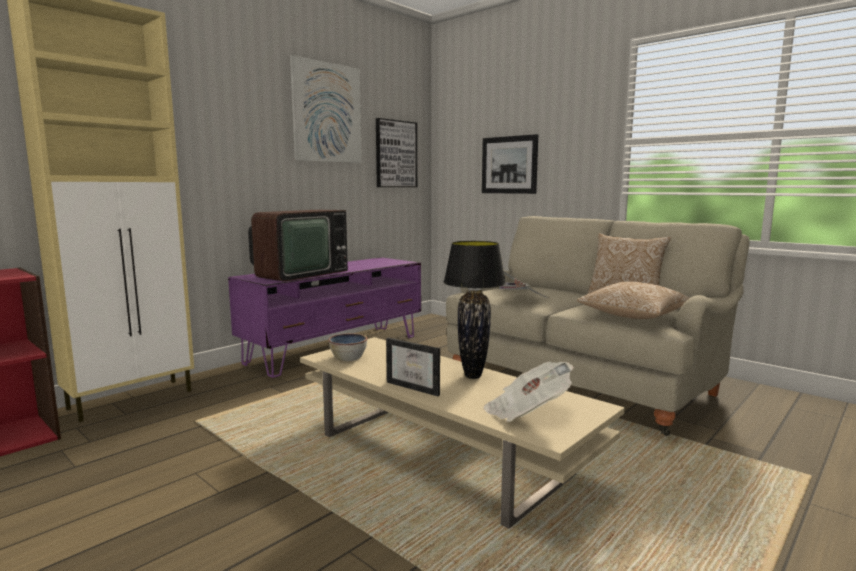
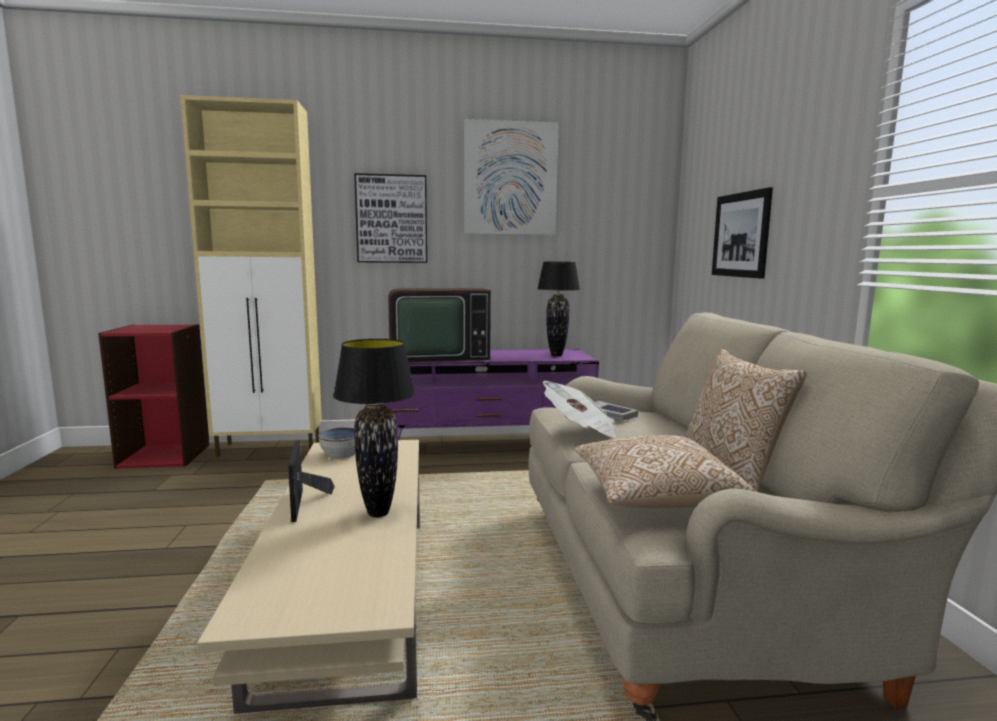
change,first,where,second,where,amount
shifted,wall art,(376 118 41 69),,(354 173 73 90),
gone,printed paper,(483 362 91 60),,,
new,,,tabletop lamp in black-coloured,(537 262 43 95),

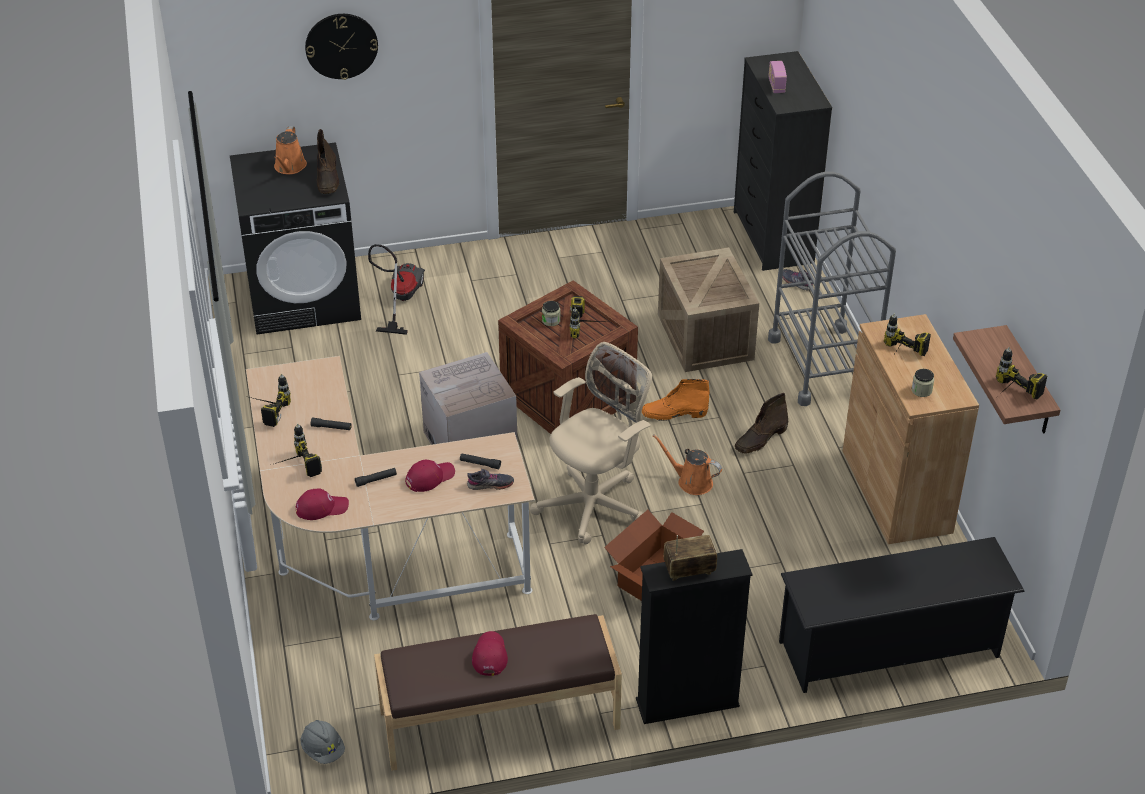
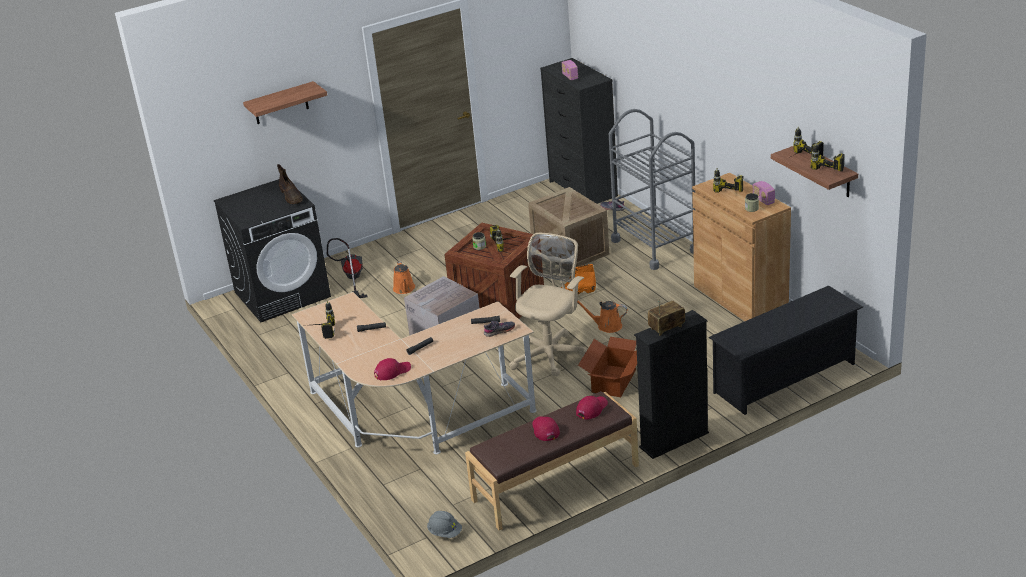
change,first,where,second,where,amount
shifted,sprinkling can in orange-coloured,(274 126 33 48),,(393 261 22 33),
shifted,power drill,(275 423 47 54),,(793 127 31 29),
swapped,clock on the wall,(305 14 73 66),wall shelf,(243 81 84 43),
shifted,cap in red-coloured,(405 460 50 32),,(576 396 32 24),
gone,boot in brown,(735 393 53 61),,,
new,,,radio receiver,(753 181 22 24),

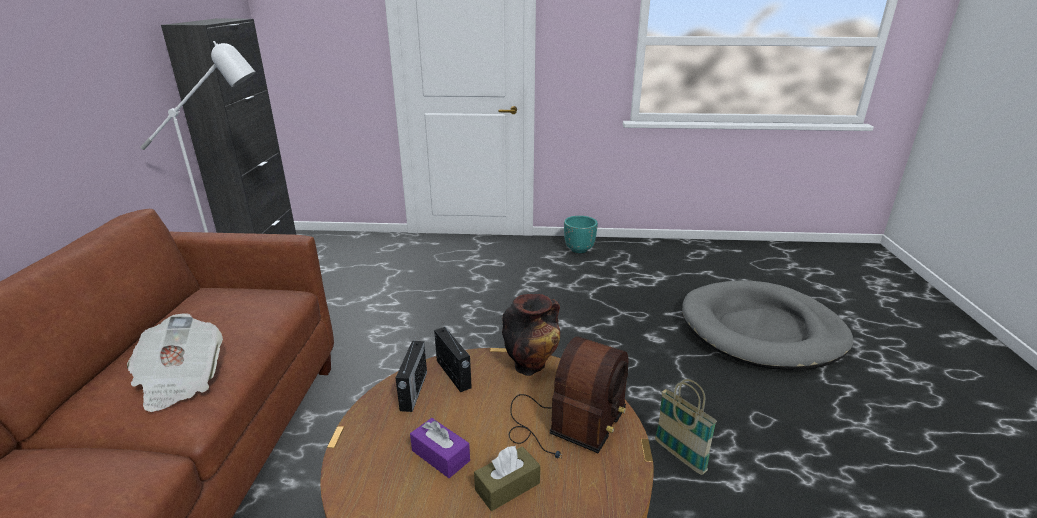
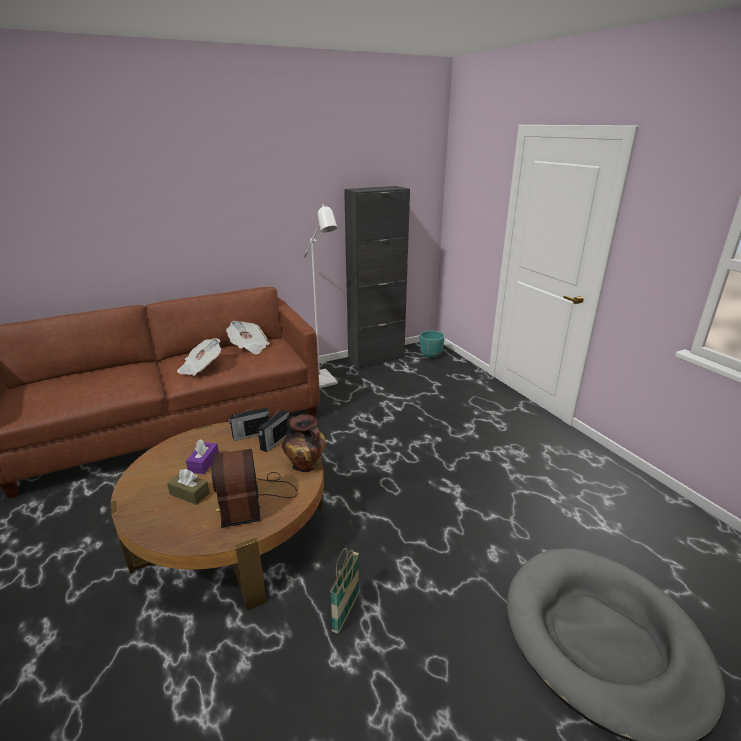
change,first,where,second,where,amount
rotated,radio receiver,(509 336 119 123),,(211 449 87 79),75 degrees clockwise
shifted,plant pot in turquoise,(564 216 34 37),,(420 331 25 27),
new,,,printed paper,(226 321 43 33),

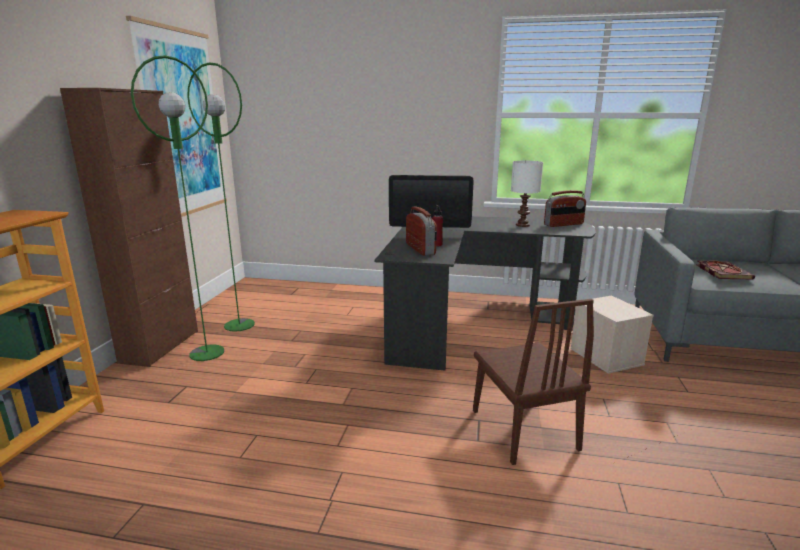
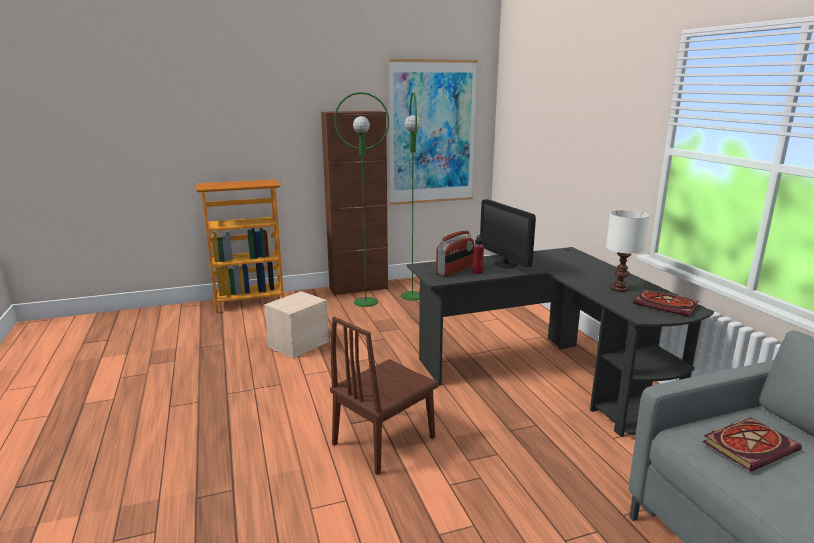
change,first,where,second,where,amount
swapped,radio receiver,(544 190 42 37),bound book,(633 289 66 28),
shifted,storage box in beige-coloured,(570 296 84 78),,(264 291 65 67),

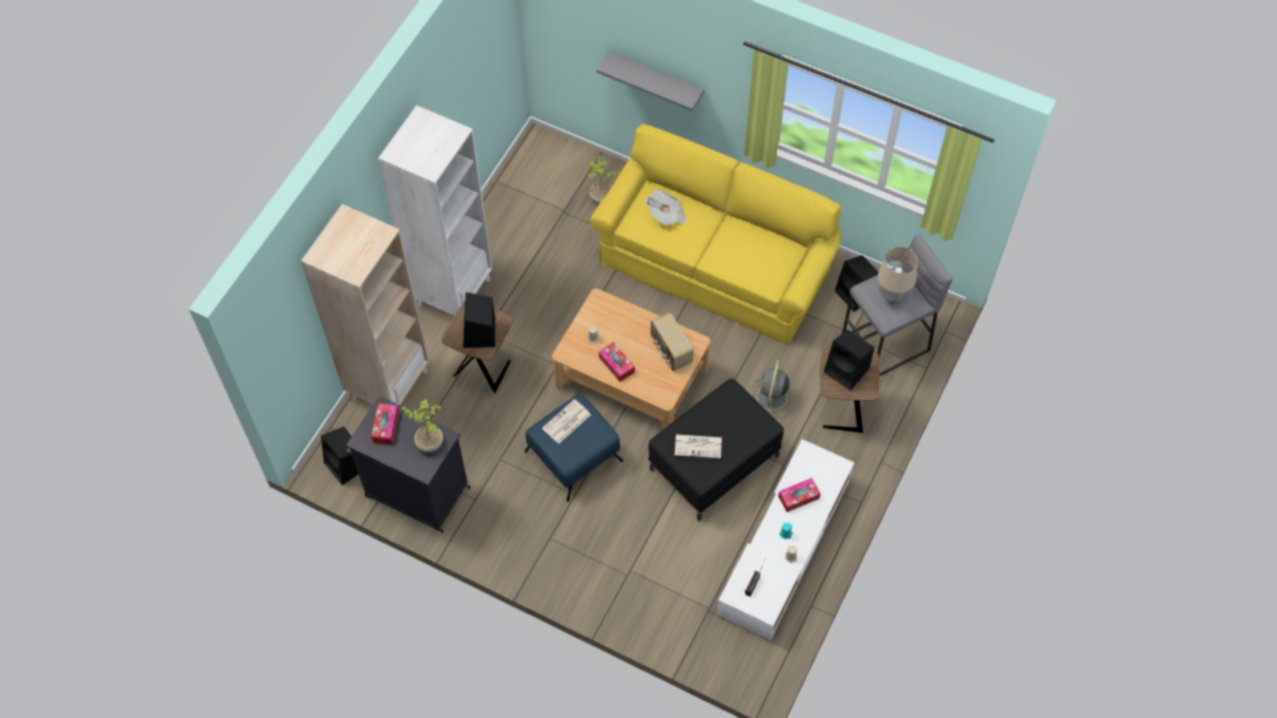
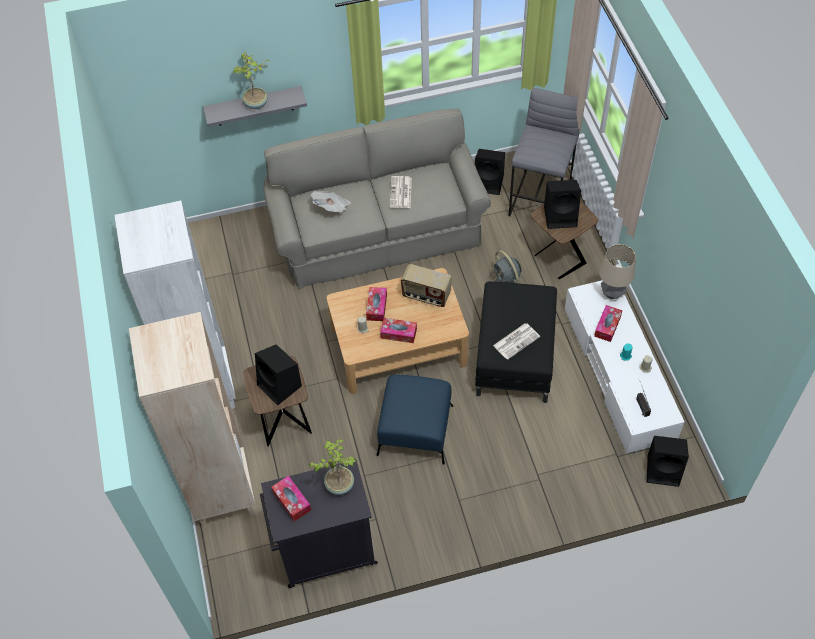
change,first,where,second,where,amount
shifted,loudspeaker in black-coloured,(321 427 37 58),,(647 436 42 51),
shifted,printed paper,(542 399 49 45),,(390 176 22 32),
shifted,potted plant,(587 155 34 48),,(233 52 36 57),
repainted,settee in yellow,(590 124 251 220),settee in greyish,(263 108 228 181),
shifted,tabletop lamp,(878 247 40 57),,(599 244 37 55),
new,,,tissue box,(366 287 21 34),

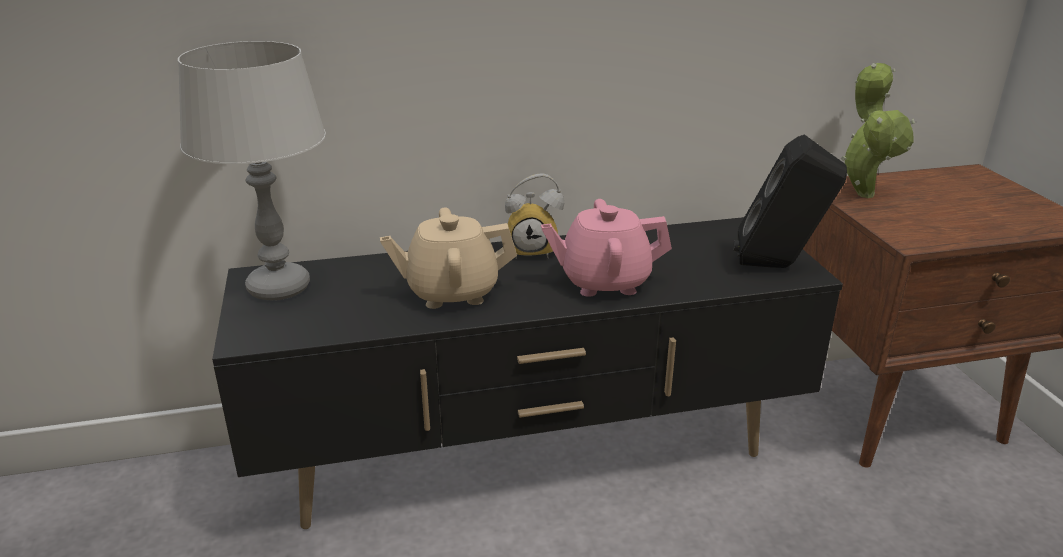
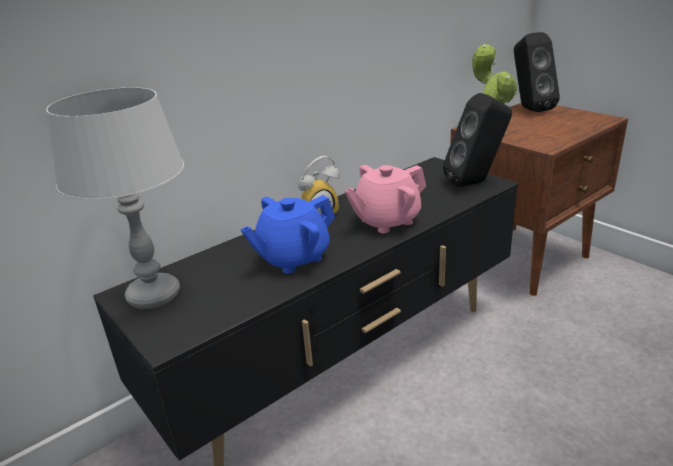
change,first,where,second,where,amount
repainted,pot for tea in beige-coloured,(380 207 137 102),pot for tea in blue,(240 195 95 78),
new,,,loudspeaker in black-coloured,(514 32 46 80),

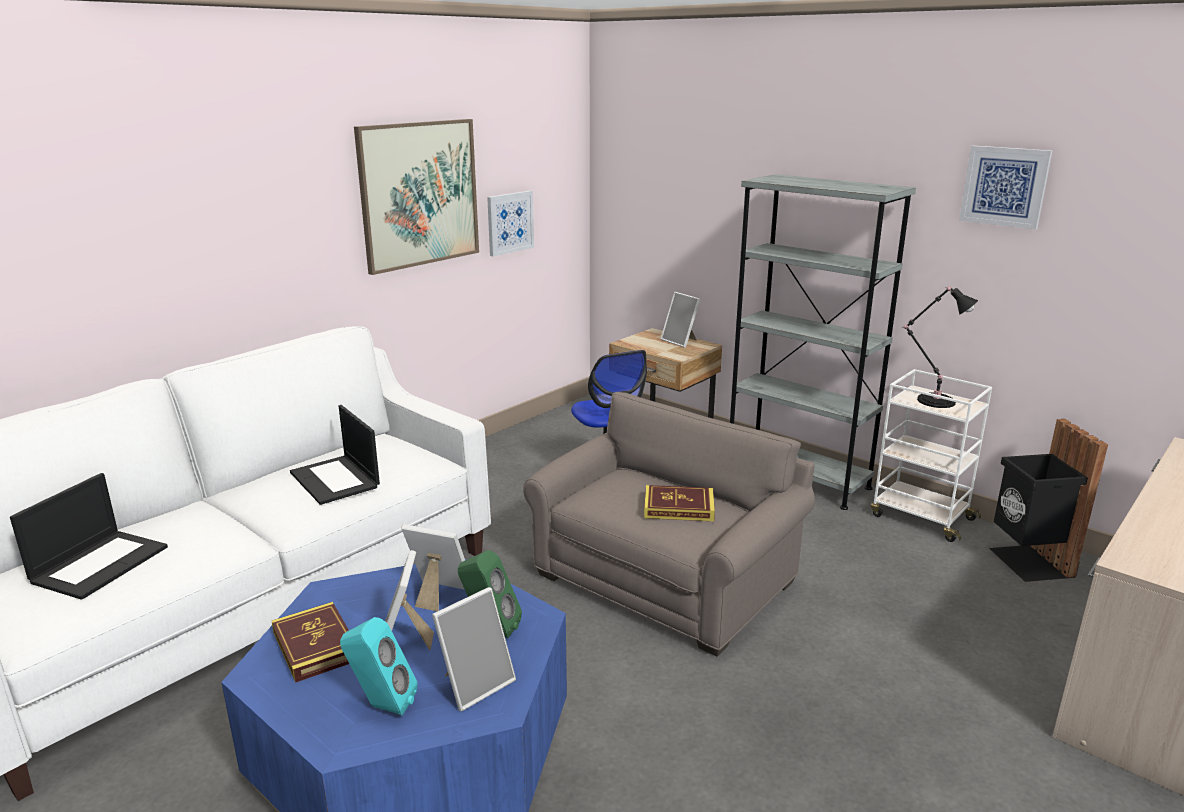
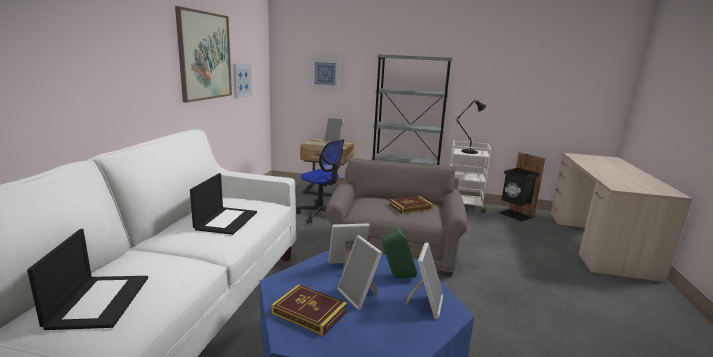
change,first,where,second,where,amount
rotated,laptop,(290 405 90 100),,(190 173 67 62),105 degrees counterclockwise
gone,loudspeaker in turquoise,(340 617 78 98),,,
shifted,wall art,(959 146 93 83),,(311 58 29 31),

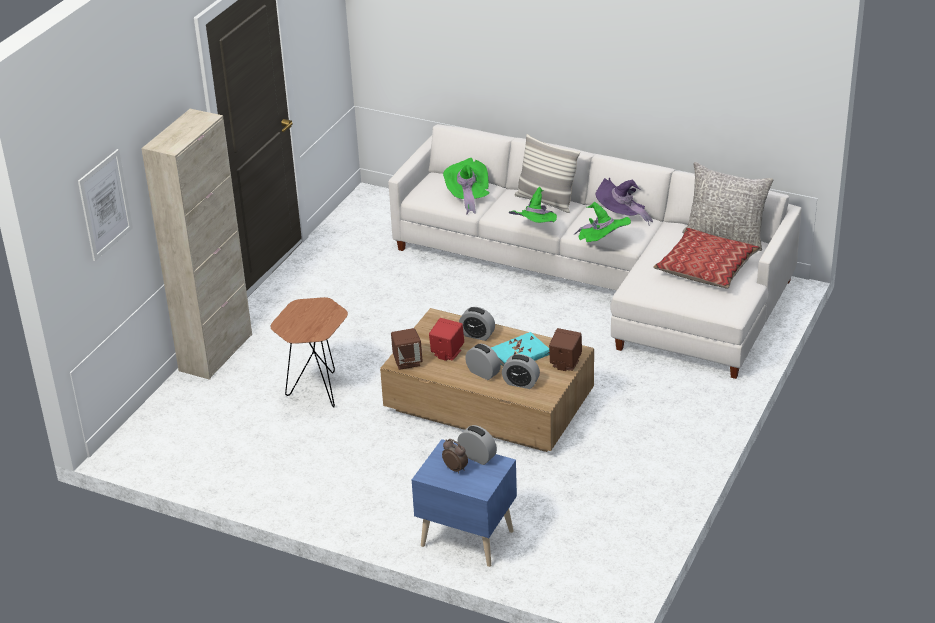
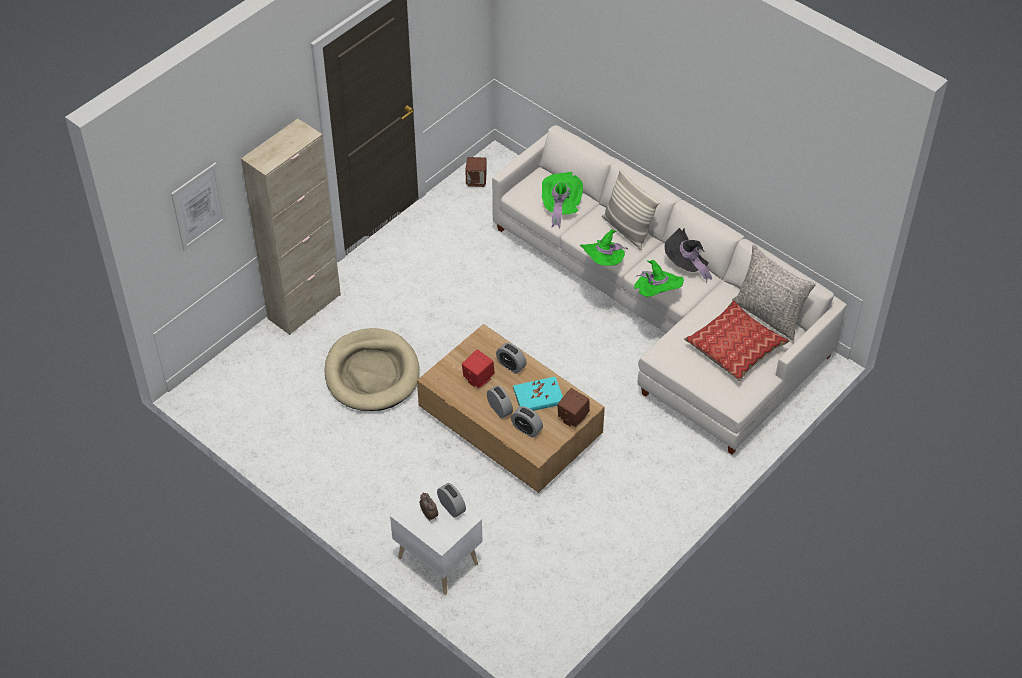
change,first,where,second,where,amount
swapped,side table in brown,(271 297 77 110),dog bed in beige-coloured,(324 328 96 83),
shifted,loudspeaker in brown,(391 328 32 42),,(466 157 20 30),
repainted,nightstand in blue,(412 439 105 128),nightstand in white,(390 480 92 115),
repainted,hat in purplish,(595 178 58 46),hat in black-coloured,(665 228 47 55),

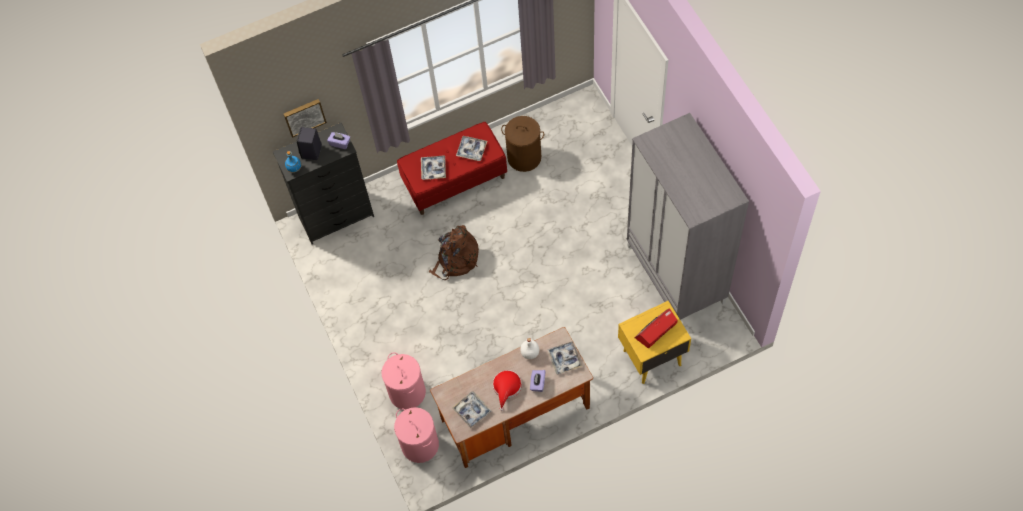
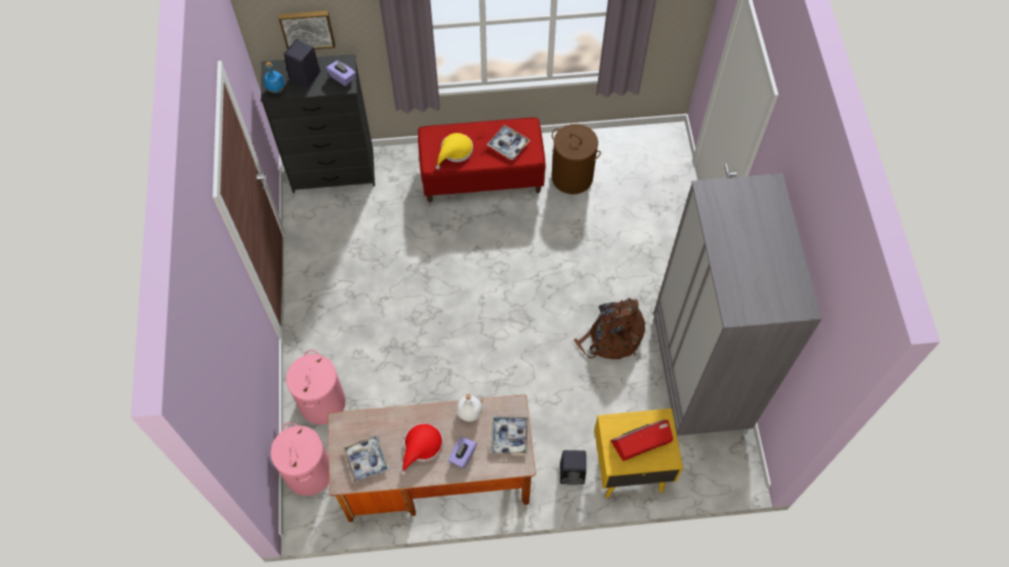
change,first,where,second,where,amount
swapped,carrying tray,(421 155 25 25),hat in yellow,(435 133 38 36),
shifted,backpack in brown,(428 225 51 55),,(574 298 71 61),
new,,,loudspeaker in black-coloured,(560 450 26 35),

